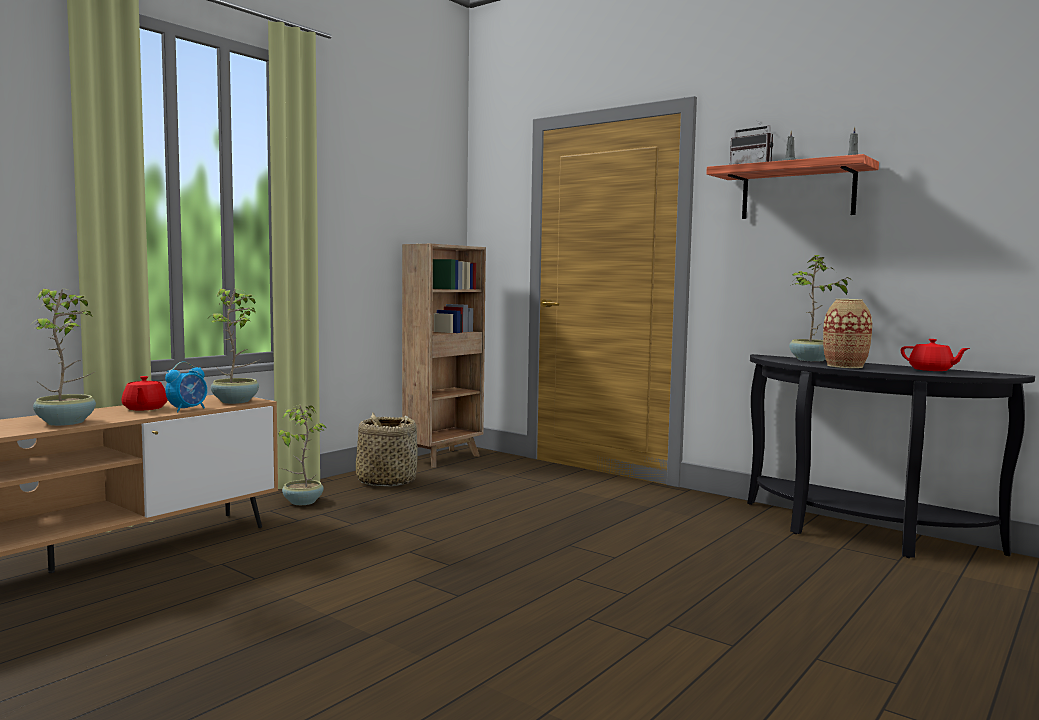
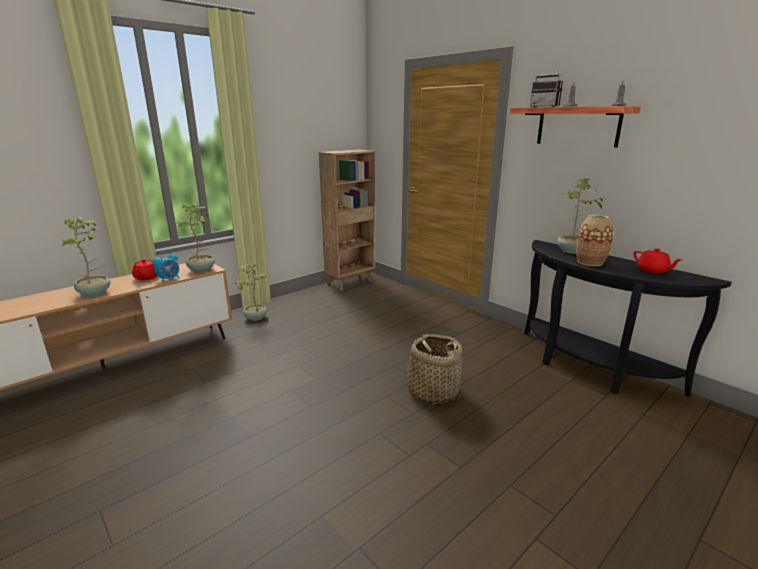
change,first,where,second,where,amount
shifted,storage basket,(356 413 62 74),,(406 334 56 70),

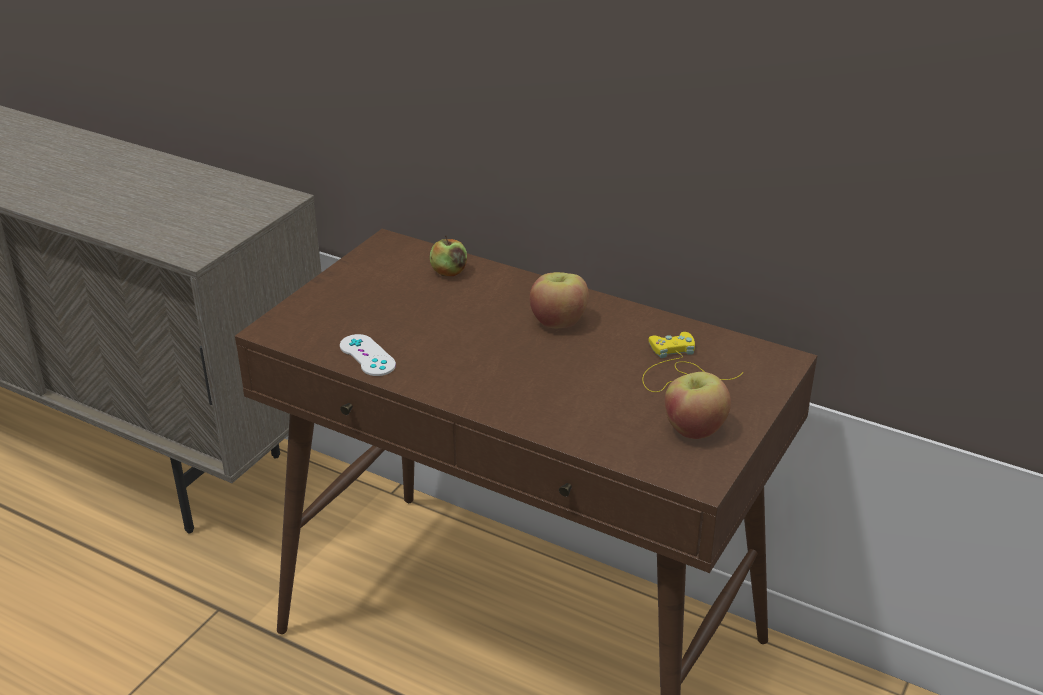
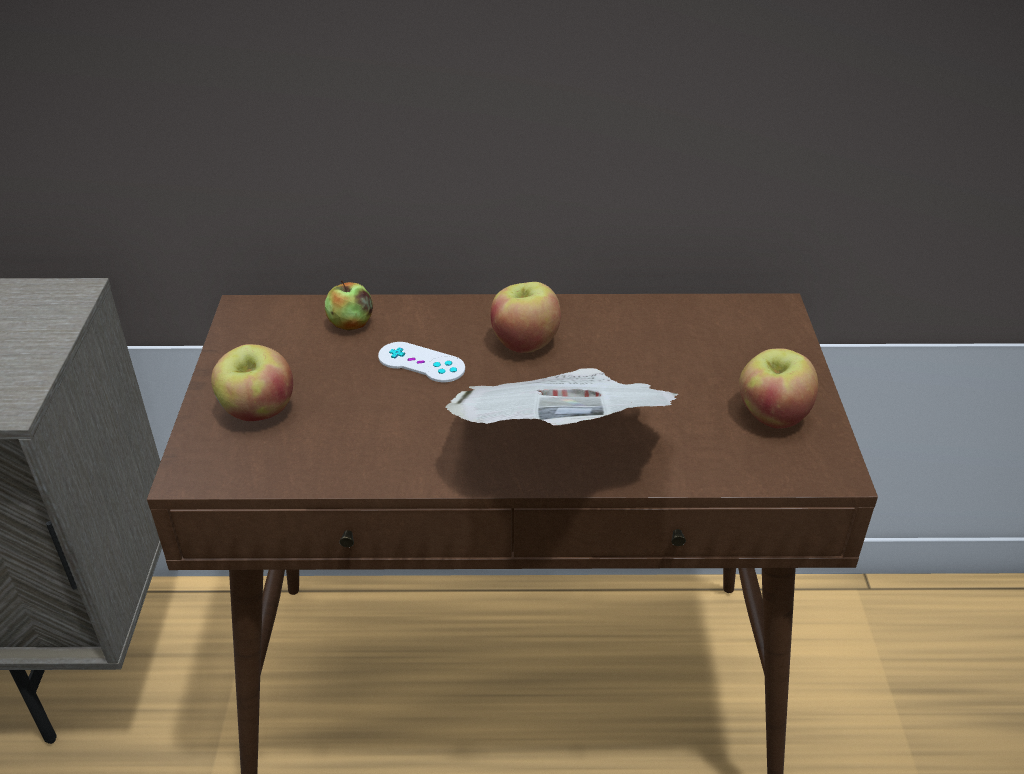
change,first,where,second,where,amount
shifted,gamepad in white,(340 334 56 42),,(378 342 87 40),
gone,gamepad in yellow,(642 332 102 60),,,
new,,,apple fruit,(211 344 82 77),
new,,,printed paper,(446 368 232 58),

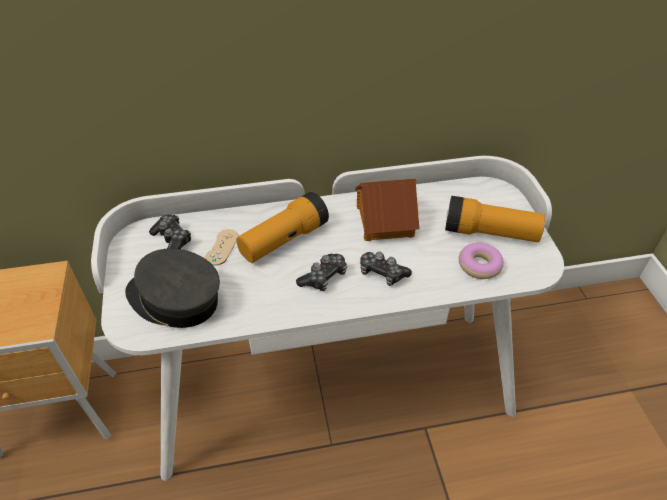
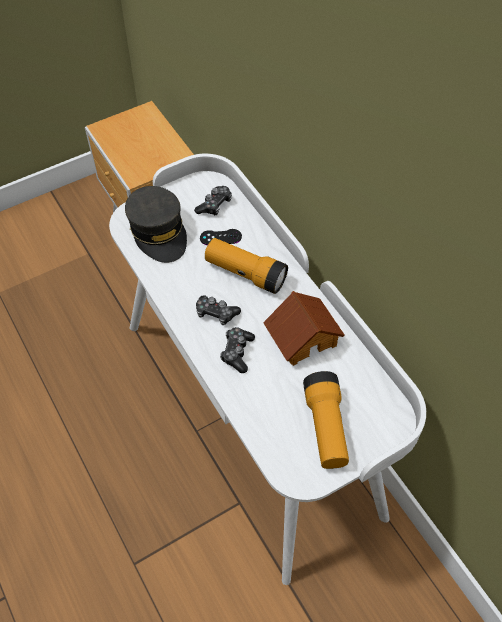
change,first,where,second,where,amount
rotated,cap in greyish,(125 248 95 80),,(125 186 62 77),150 degrees clockwise
repainted,gamepad in beige-coloured,(205 229 34 37),gamepad in black-coloured,(200 229 42 16),
gone,doughnut,(459 243 45 36),,,

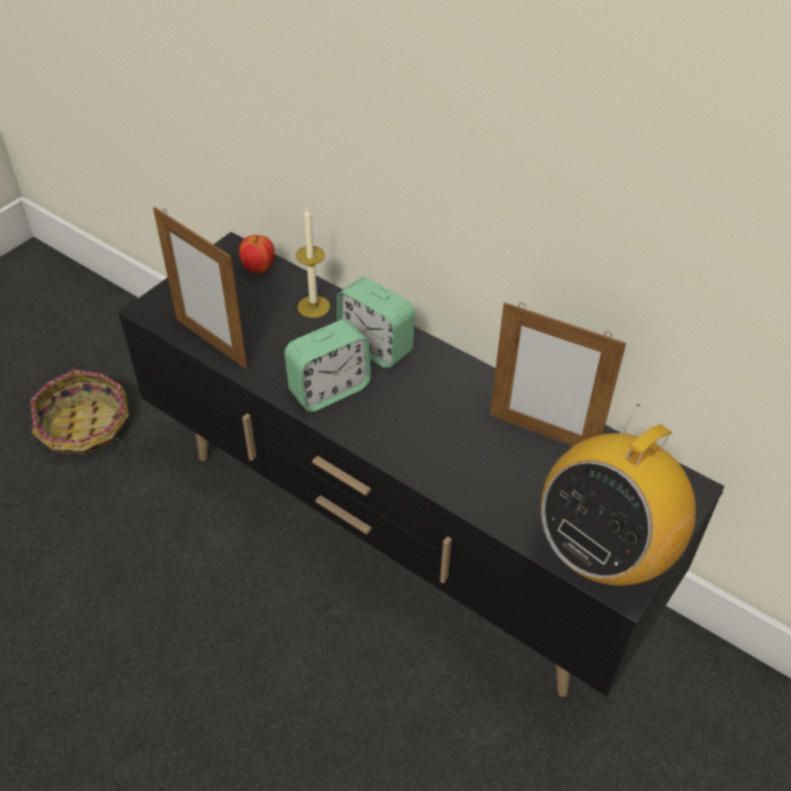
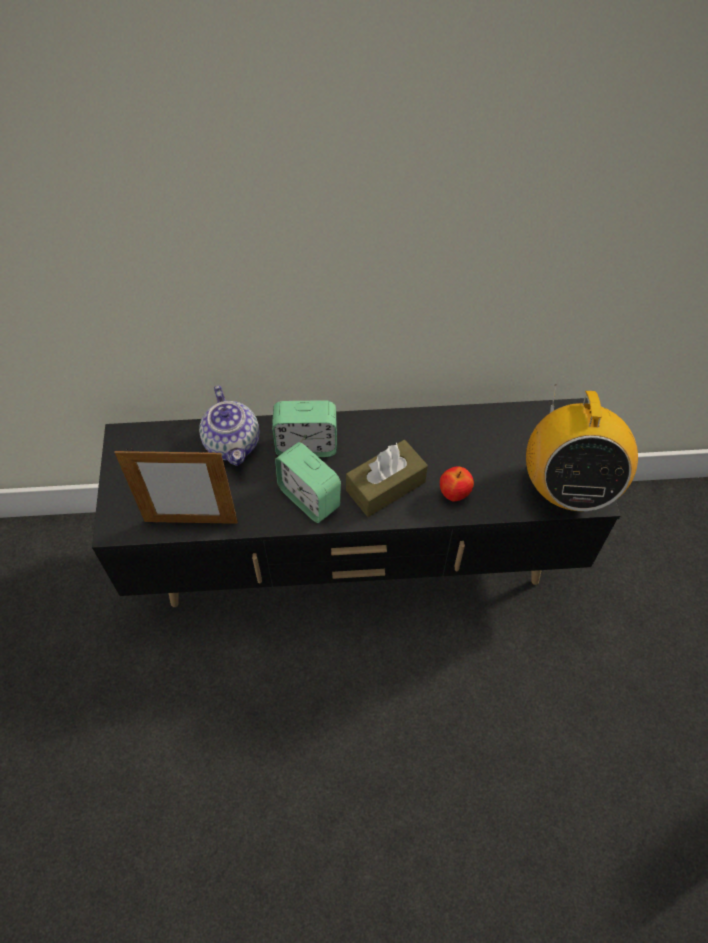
change,first,where,second,where,amount
gone,storage basket,(30 369 99 86),,,
shifted,apple fruit,(239 235 36 39),,(440 466 34 35),
rotated,alarm clock,(284 319 87 93),,(275 442 66 81),120 degrees clockwise
swapped,wax candle,(296 208 34 110),pot for tea,(199 386 60 80),
gone,photo frame,(490 302 136 144),,,
new,,,tissue box in brown,(346 440 82 77),

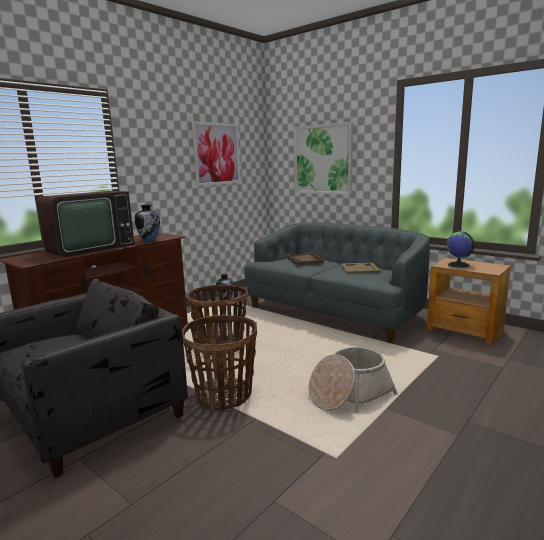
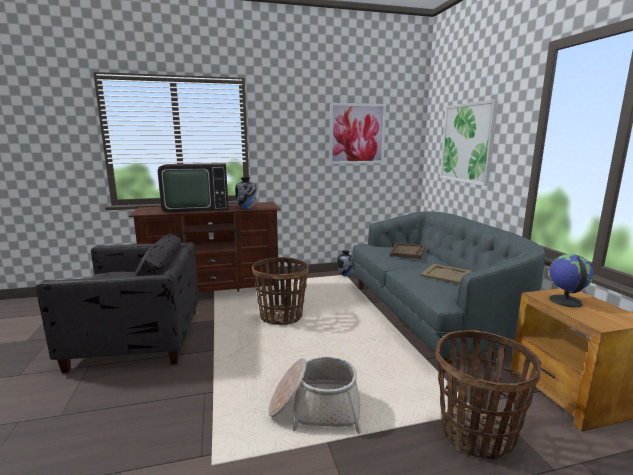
change,first,where,second,where,amount
shifted,storage basket,(182 315 75 96),,(435 330 107 130),

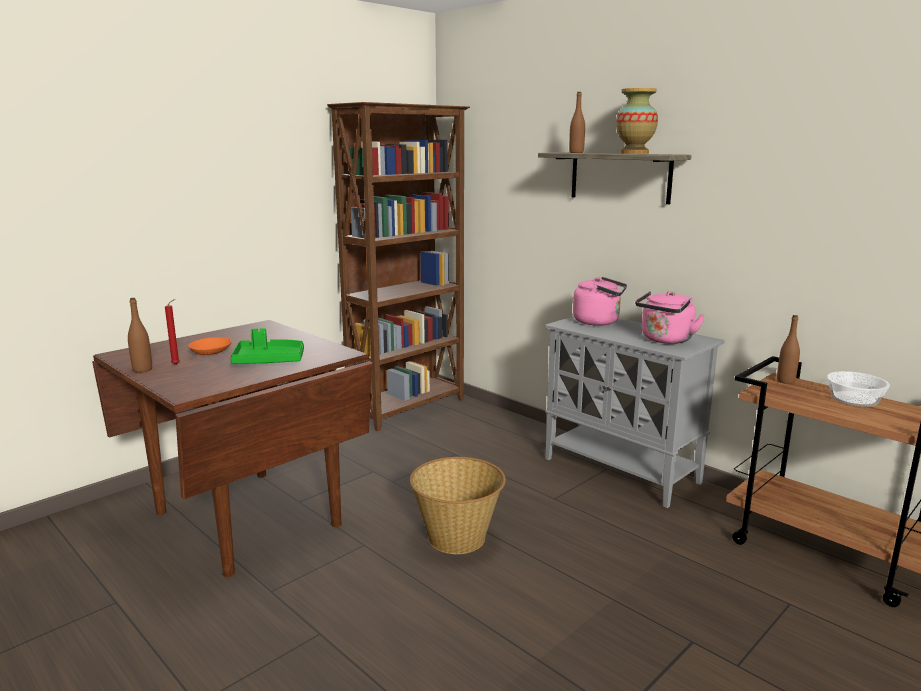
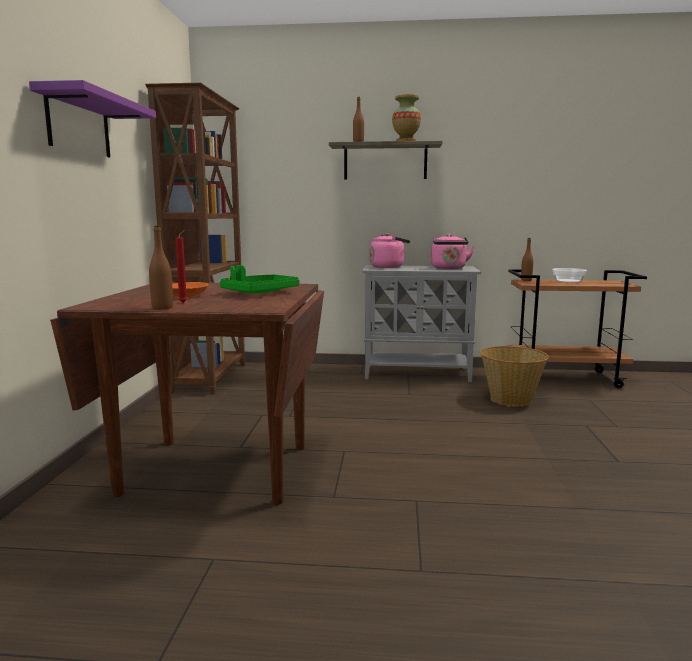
change,first,where,second,where,amount
shifted,storage basket,(410 457 96 97),,(479 346 70 60),
new,,,wall shelf in purplish,(29 80 127 77),

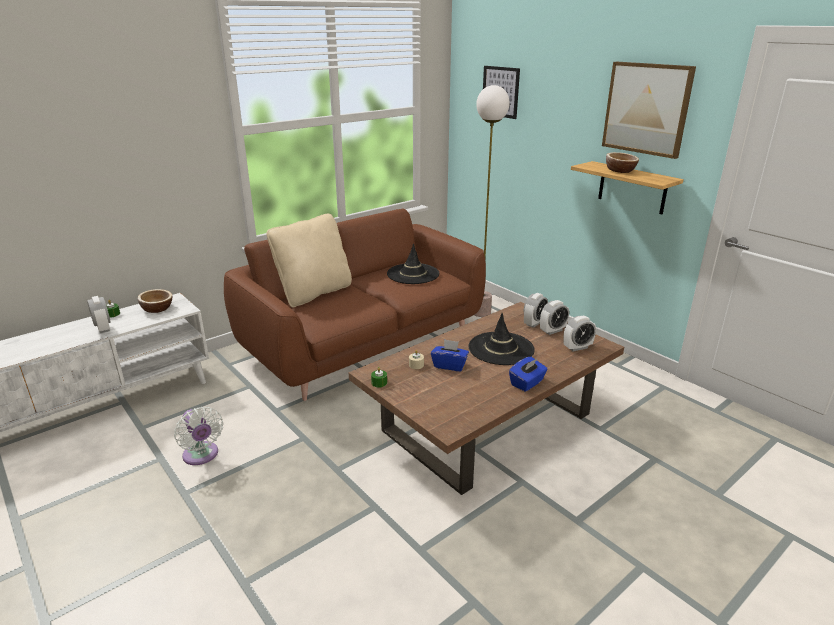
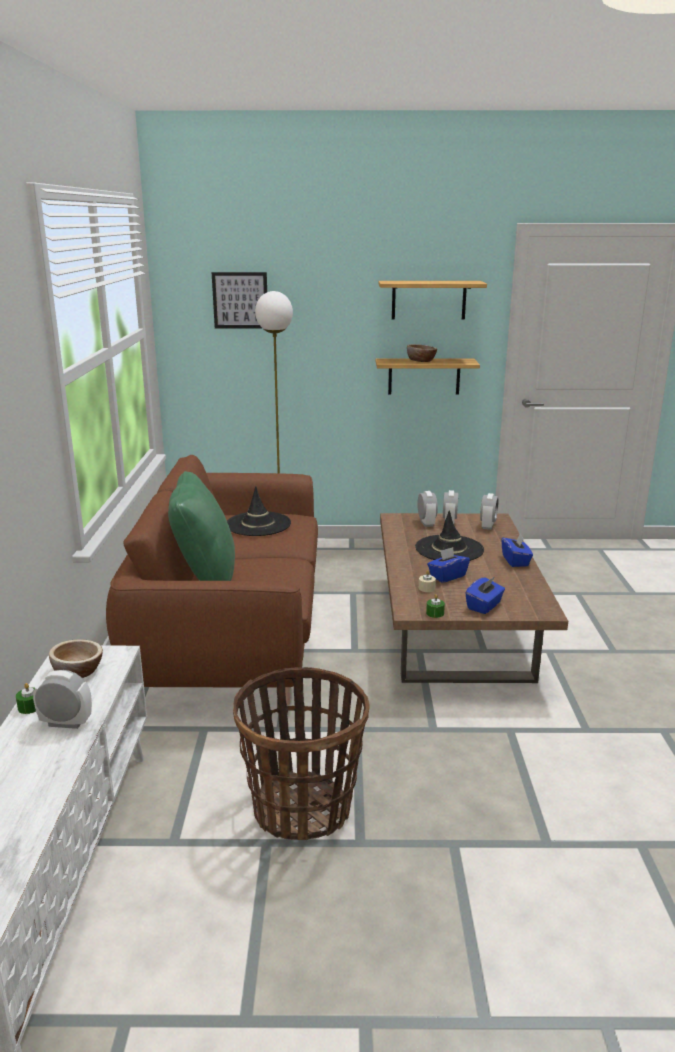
change,first,where,second,where,amount
swapped,cooling fan in white,(174 407 49 58),storage basket,(233 667 137 173),
repainted,throw pillow in beige-coloured,(267 214 85 94),throw pillow in greenish,(168 471 67 110),
swapped,wall art,(602 62 94 97),wall shelf,(379 281 108 38),
new,,,tissue box in blue,(465 577 40 37),

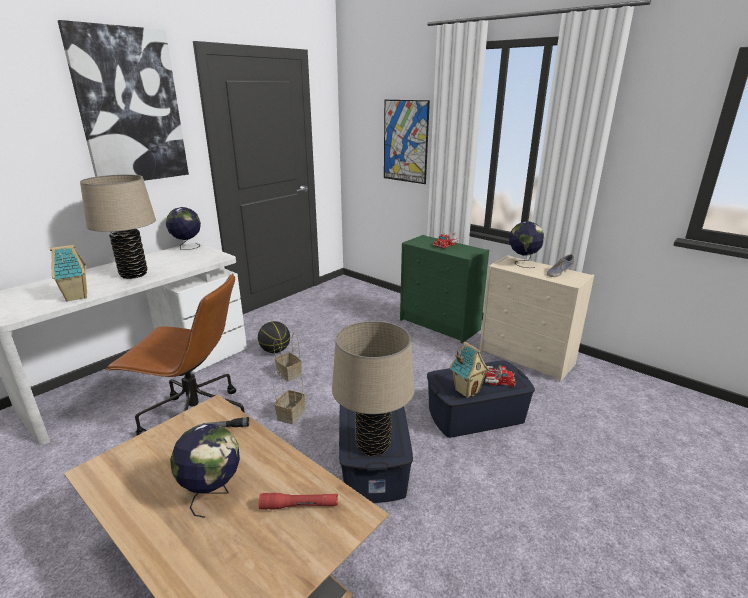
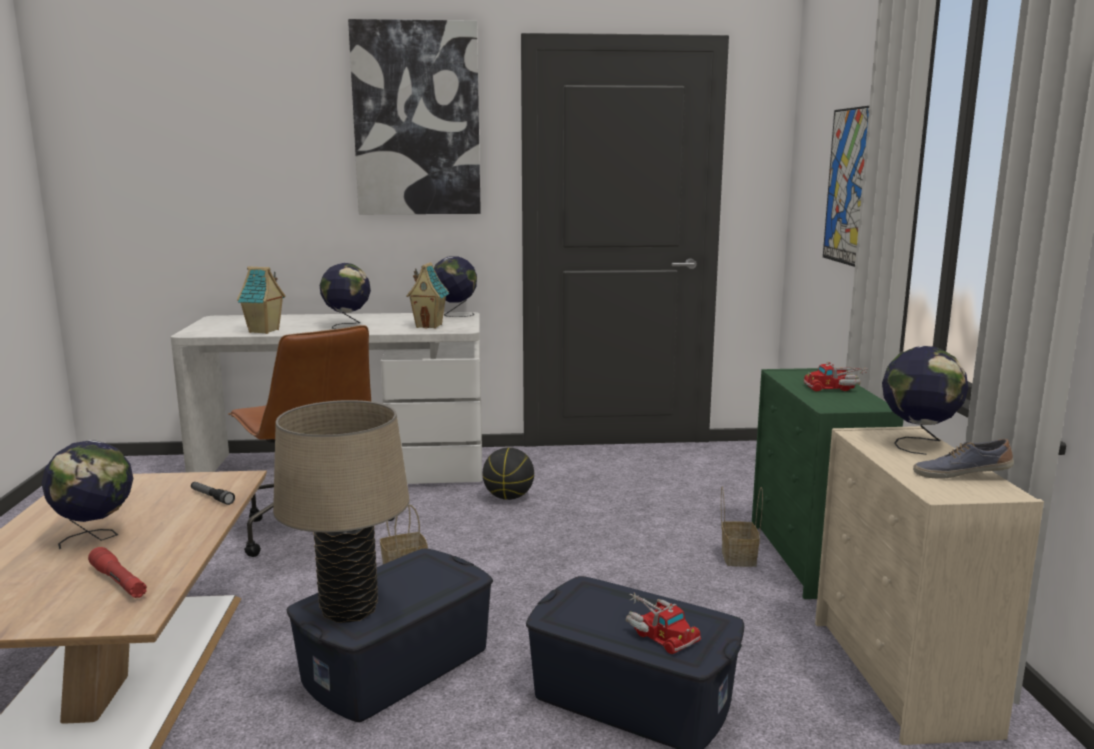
change,first,where,second,where,amount
swapped,tabletop lamp in beige-coloured,(80 174 76 105),world globe,(320 263 51 66),
shifted,storage basket,(273 333 29 48),,(721 486 42 81),
shifted,model house,(450 342 39 56),,(406 262 43 67),

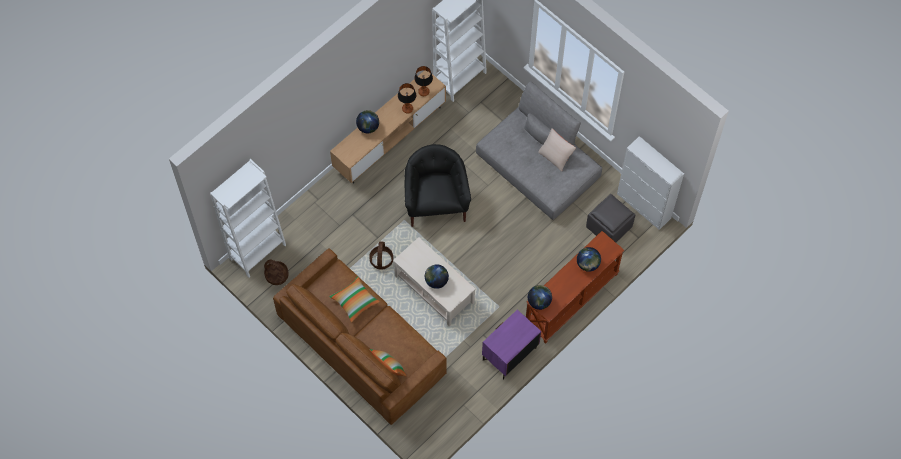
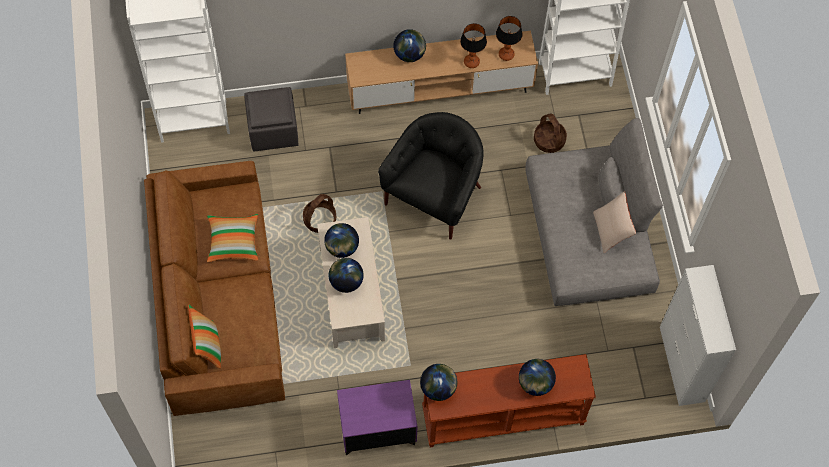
change,first,where,second,where,amount
shifted,storage basket,(264 260 25 25),,(534 114 33 39),
shifted,ottoman in greyish,(586 194 49 48),,(244 87 54 64),
new,,,world globe,(324 223 35 35),

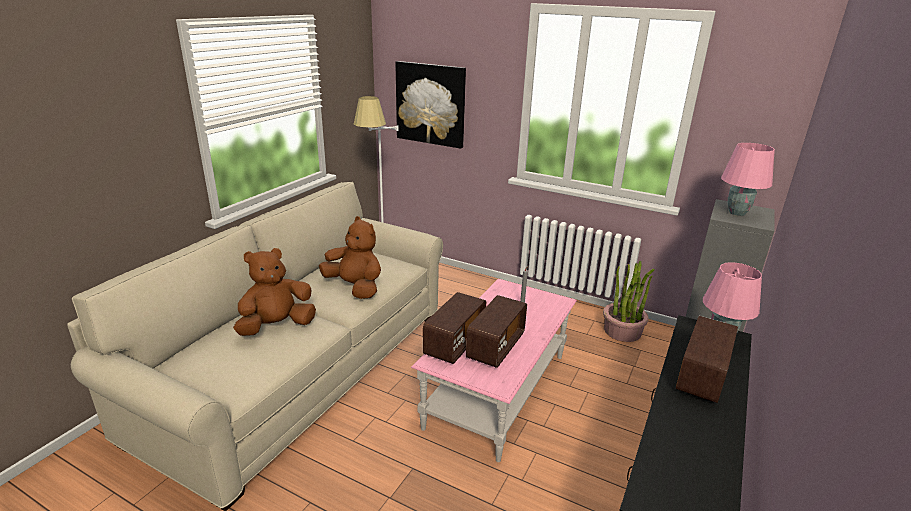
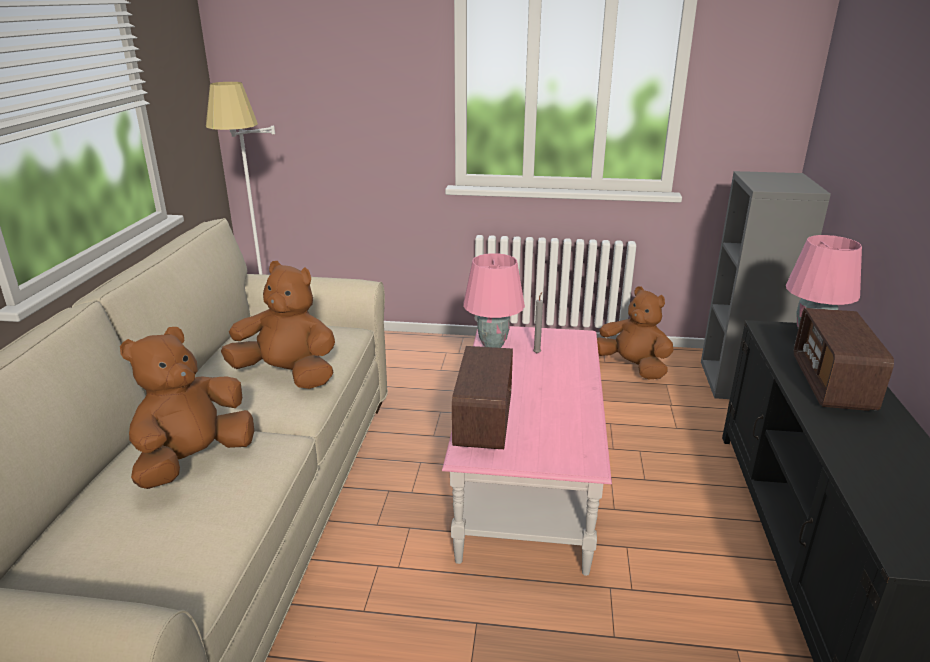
change,first,where,second,where,amount
gone,wall art,(395 61 71 88),,,
gone,radio receiver,(466 295 61 73),,,
swapped,potted plant,(603 261 52 81),soft toy in brown,(597 286 77 93),
shifted,tabletop lamp in pinkish,(721 143 54 73),,(463 253 62 95),

